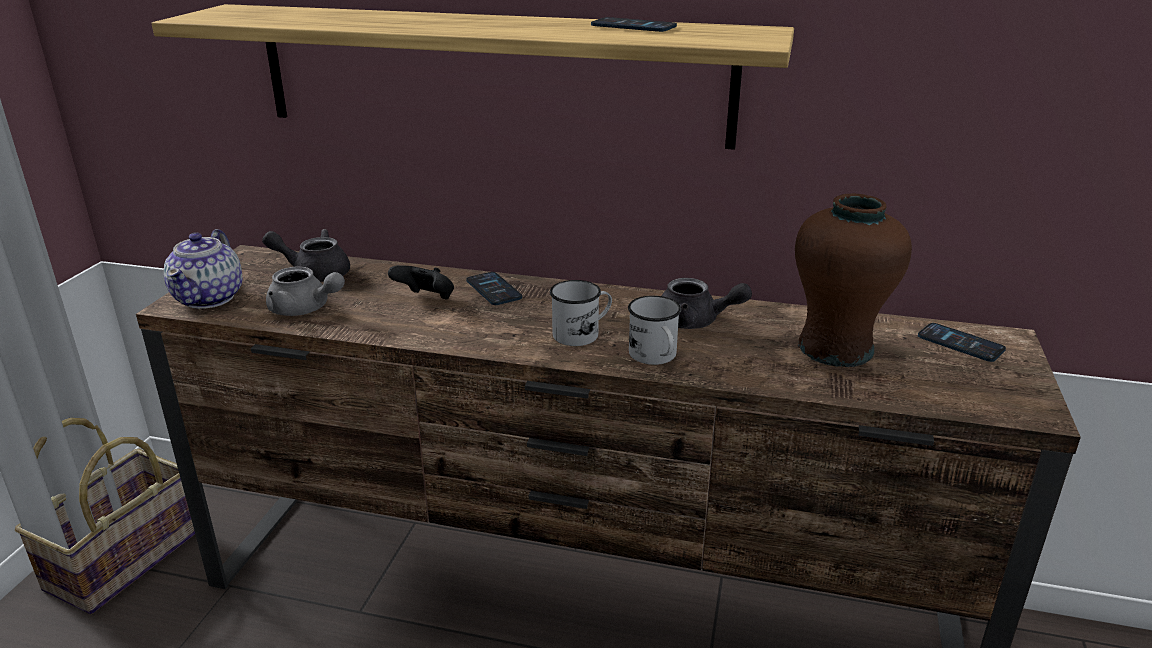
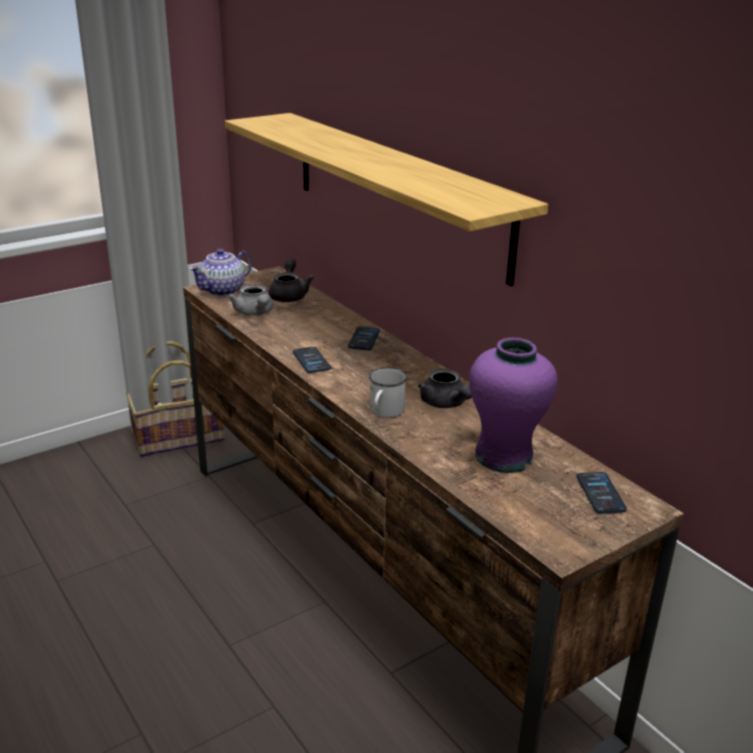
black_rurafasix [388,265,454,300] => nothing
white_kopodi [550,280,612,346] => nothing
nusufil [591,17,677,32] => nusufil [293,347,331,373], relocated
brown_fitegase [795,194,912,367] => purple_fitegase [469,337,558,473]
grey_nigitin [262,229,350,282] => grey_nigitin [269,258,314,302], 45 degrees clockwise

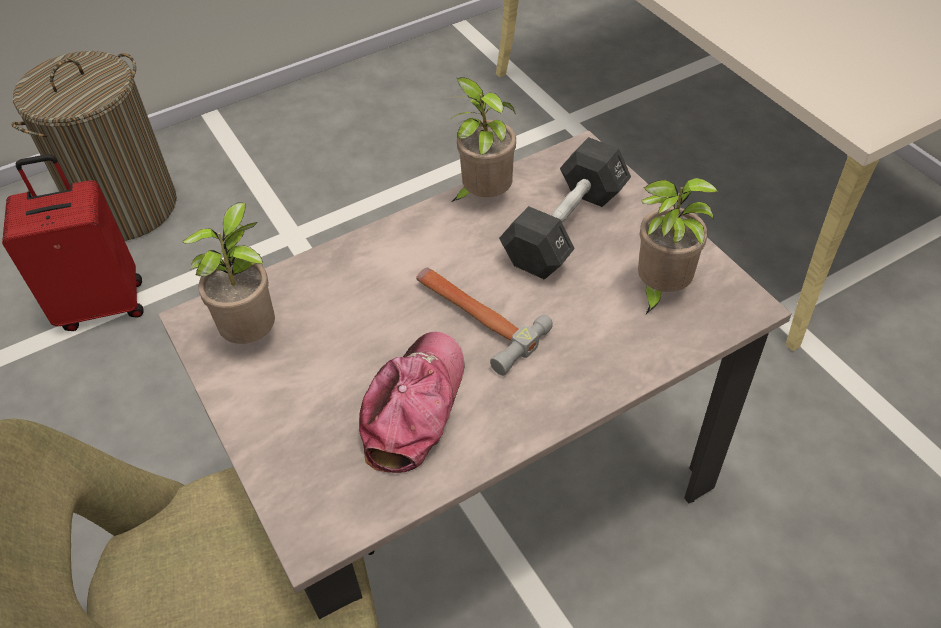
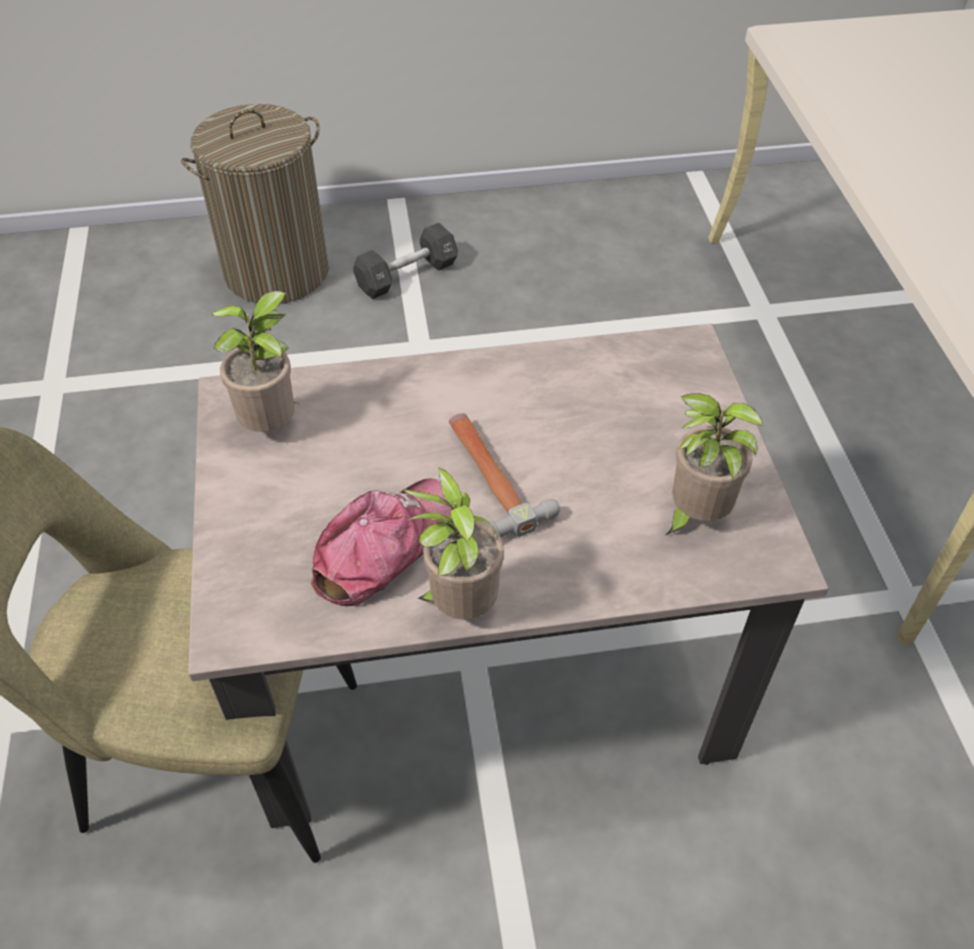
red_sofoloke [2,154,143,331] => nothing
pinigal [446,77,516,202] => pinigal [403,468,504,619], relocated
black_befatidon [499,137,631,280] => black_befatidon [353,223,458,299], relocated

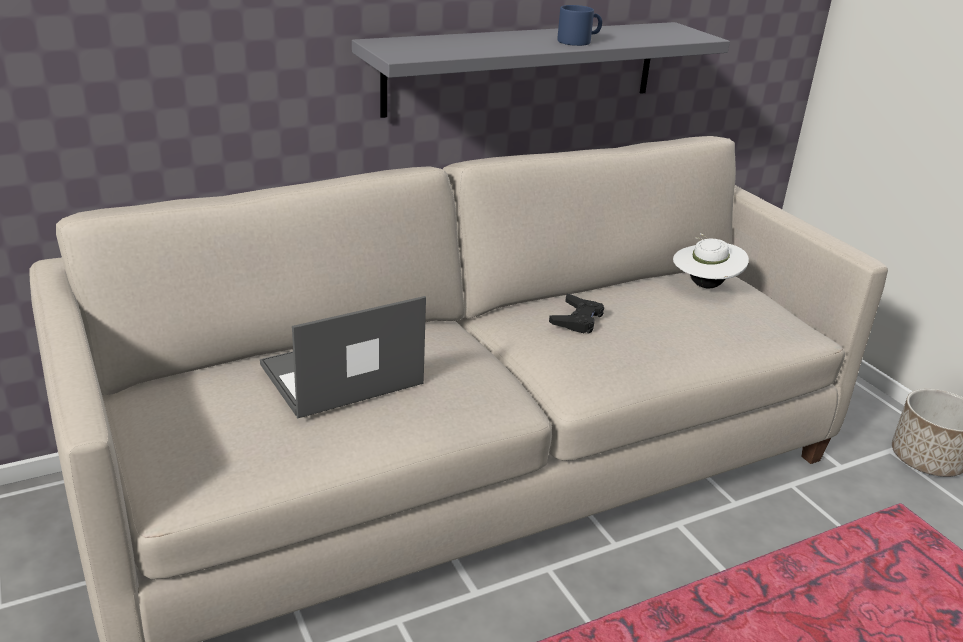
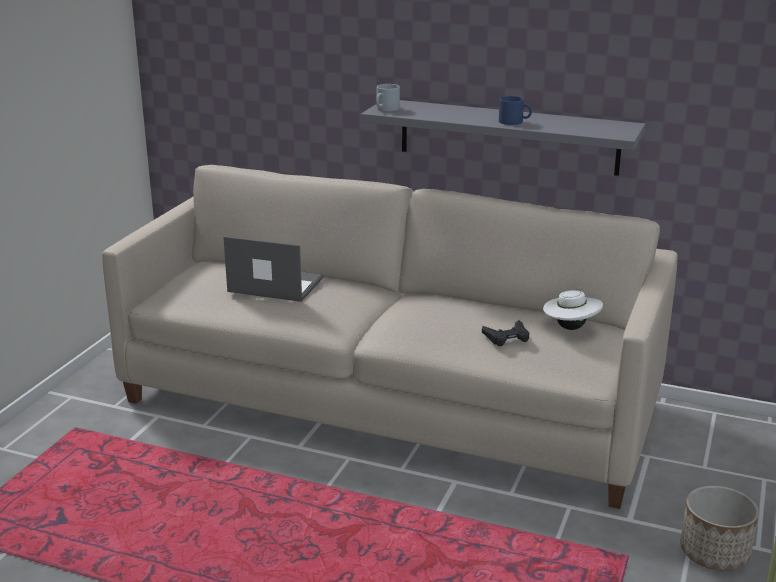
nothing => grey_kopodi [376,84,400,111]
black_rurafasix [549,294,604,334] => black_rurafasix [482,320,529,346], relocated

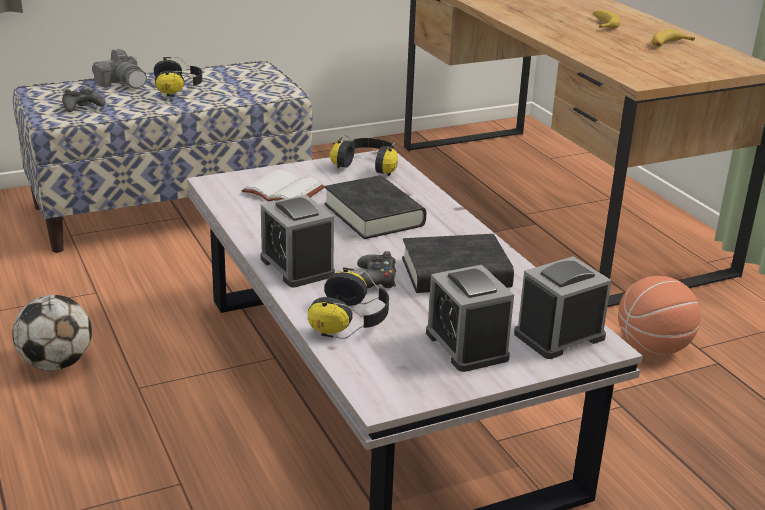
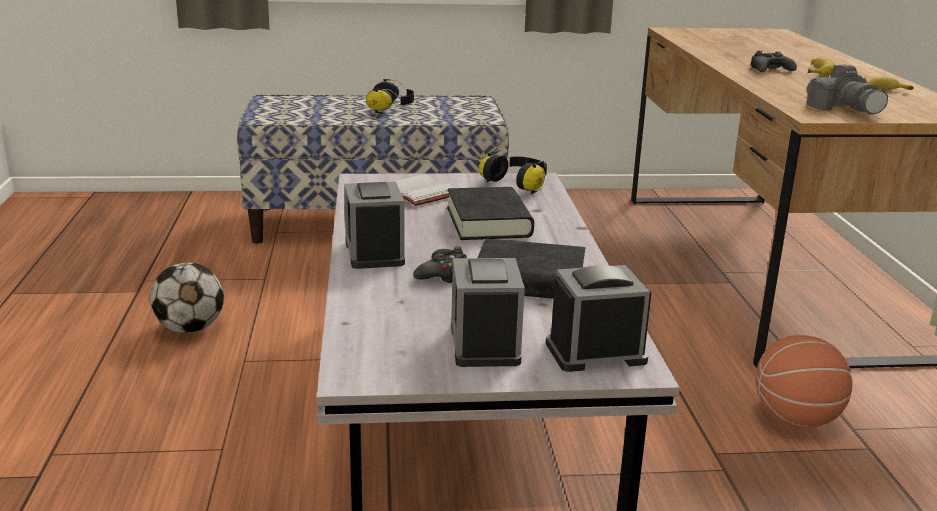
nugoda [308,267,389,339] => nothing
black_rurafasix [62,88,105,112] => black_rurafasix [751,51,797,72], relocated
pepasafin [92,49,147,88] => pepasafin [806,64,888,114], relocated

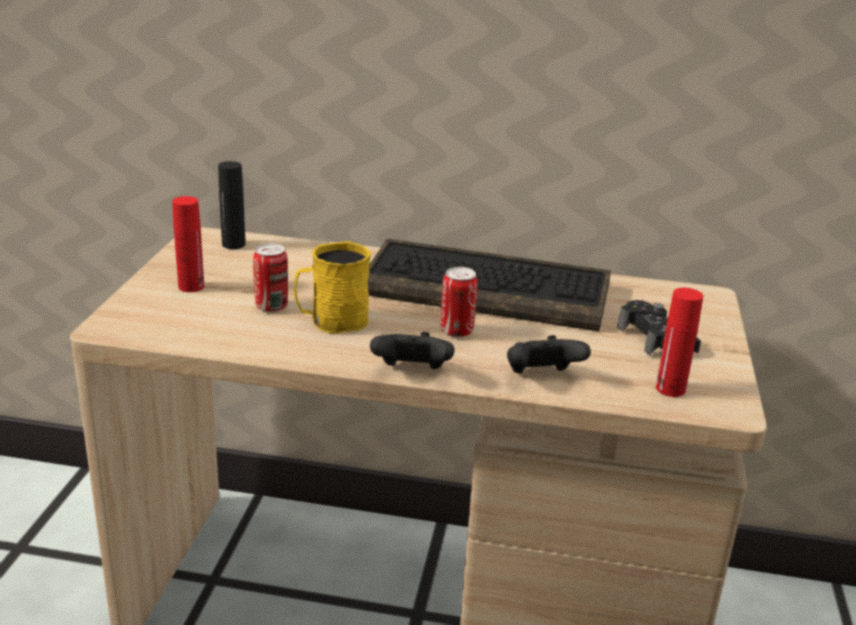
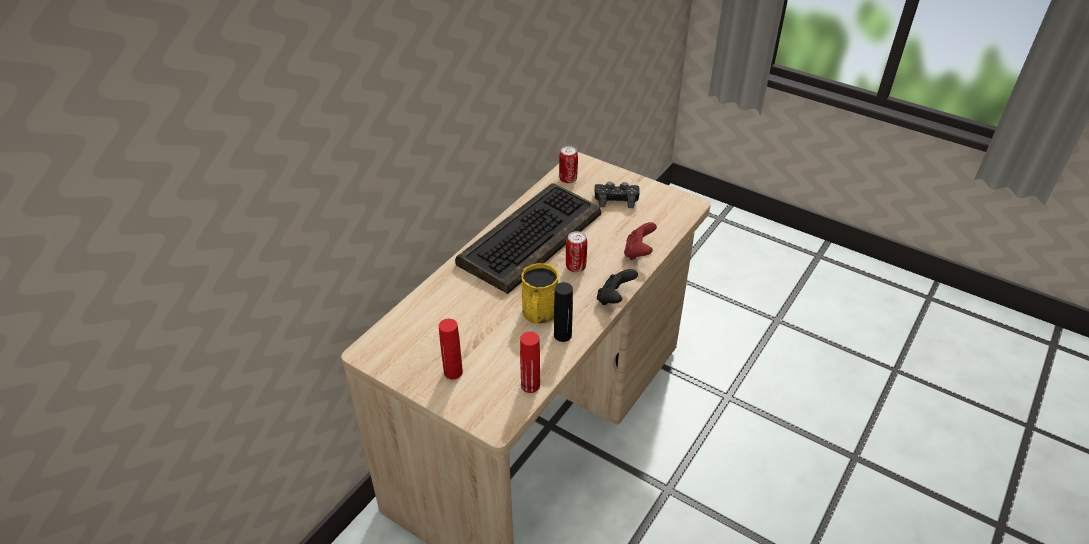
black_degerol [218,161,245,249] => black_degerol [554,282,573,342], relocated
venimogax [253,243,288,312] => venimogax [559,146,578,183], relocated
red_degerol [656,288,703,397] => red_degerol [520,332,540,393], relocated
black_rurafasix [507,335,591,373] => red_rurafasix [624,222,657,260]

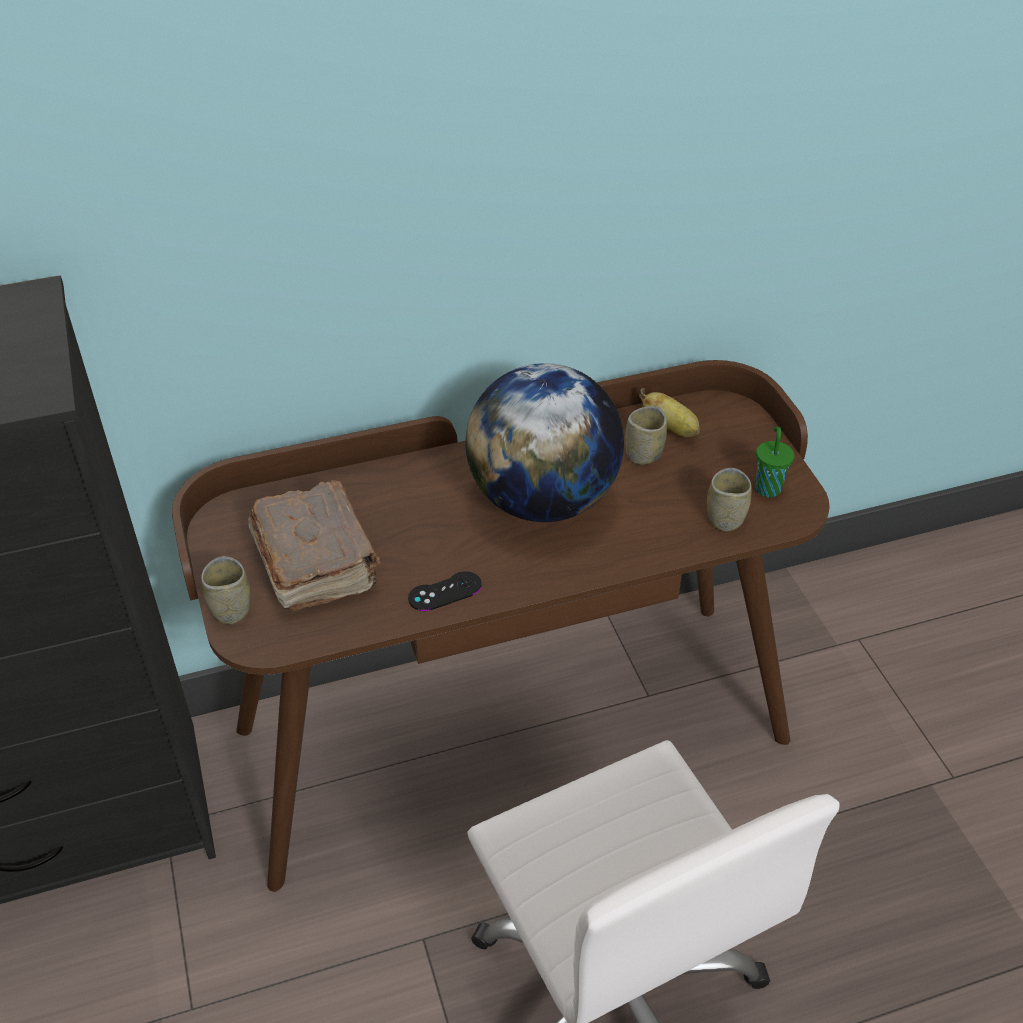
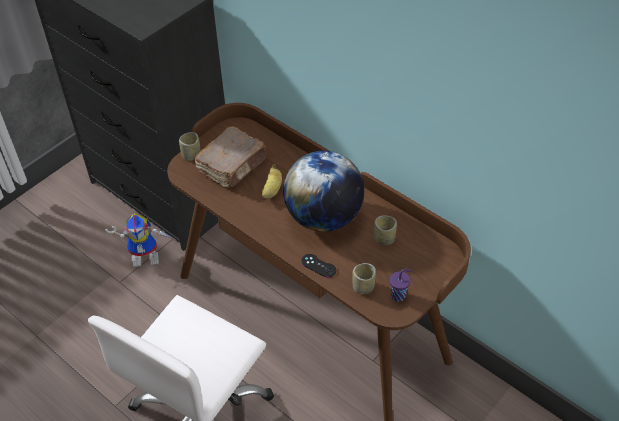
nothing => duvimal [106,213,175,267]
black_rurafasix [408,571,482,611] => black_rurafasix [301,254,336,277], relocated
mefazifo [639,388,700,437] => mefazifo [262,164,282,198], relocated
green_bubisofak [756,426,794,497] => purple_bubisofak [389,269,412,302]

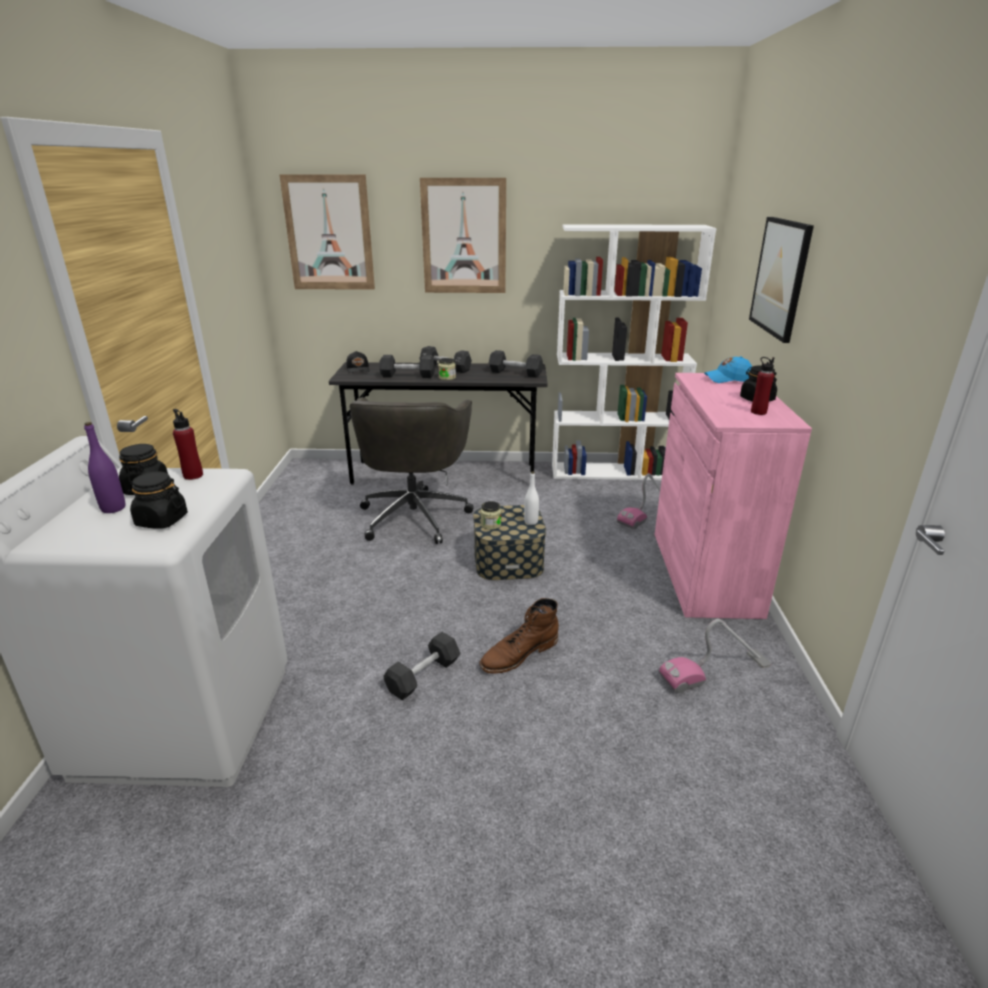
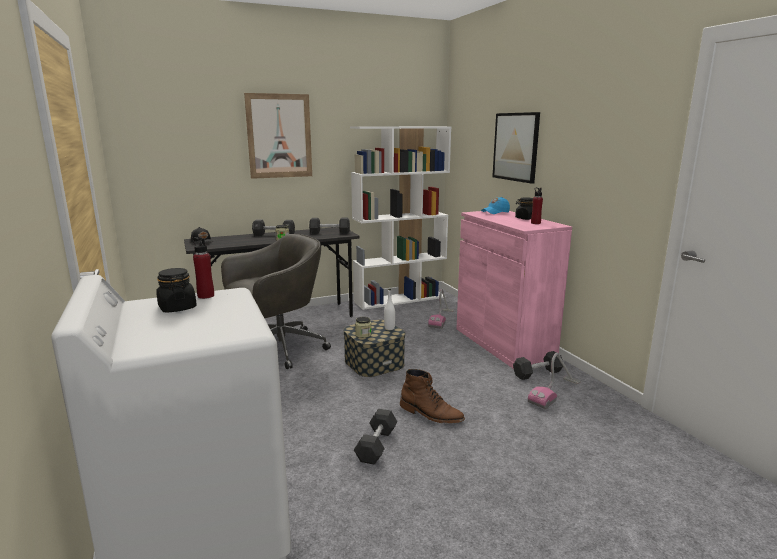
purple_degerol [84,422,125,513] => nothing
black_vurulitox [127,472,188,529] => nothing
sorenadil [279,174,375,290] => nothing
black_befatidon [379,355,435,378] => black_befatidon [513,351,563,380], relocated
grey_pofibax [350,397,474,544] => grey_pofibax [221,234,331,369], 105 degrees counterclockwise
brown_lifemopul [479,598,559,674] => brown_lifemopul [400,369,465,424], 90 degrees counterclockwise

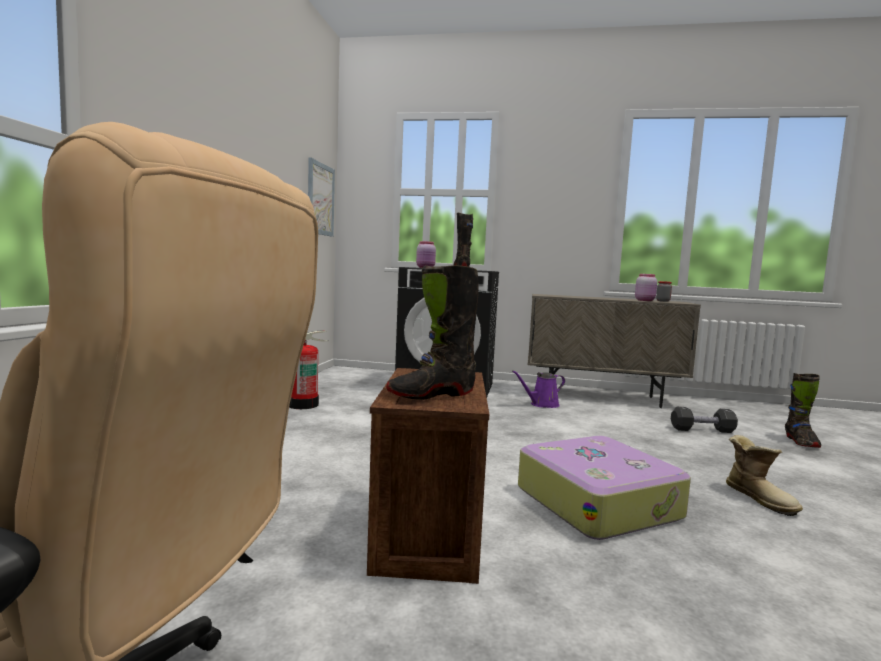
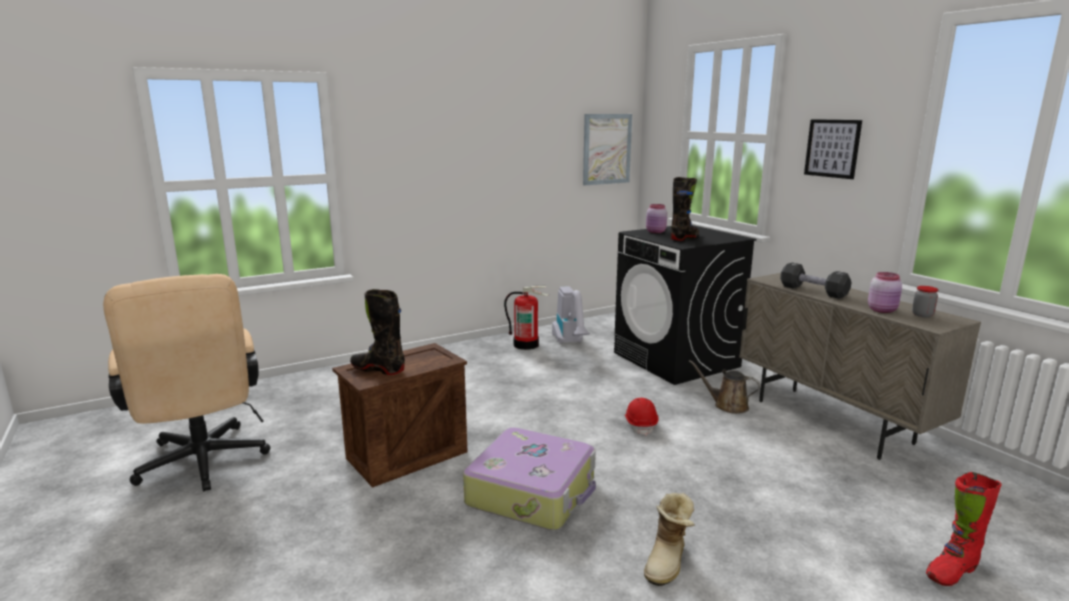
nothing => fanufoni [552,286,590,344]
nothing => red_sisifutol [625,398,659,436]
nothing => sorenadil [804,119,862,179]
black_befatidon [671,407,738,433] => black_befatidon [780,263,852,299], relocated
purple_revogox [512,370,565,408] => brown_revogox [689,360,760,414]
black_lifemopul [785,373,821,448] => red_lifemopul [926,472,1002,586]

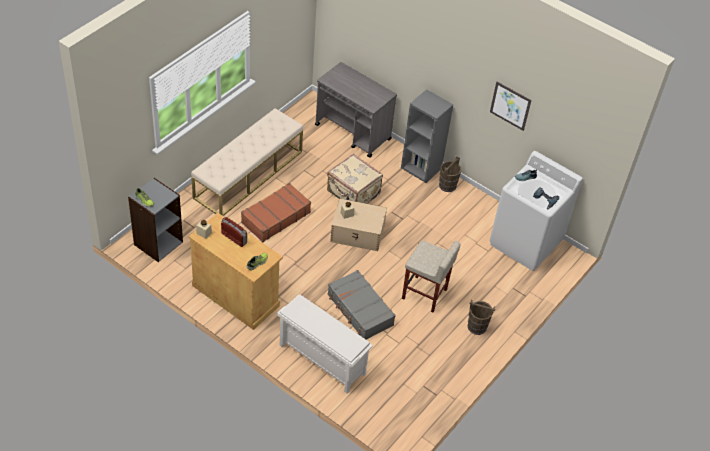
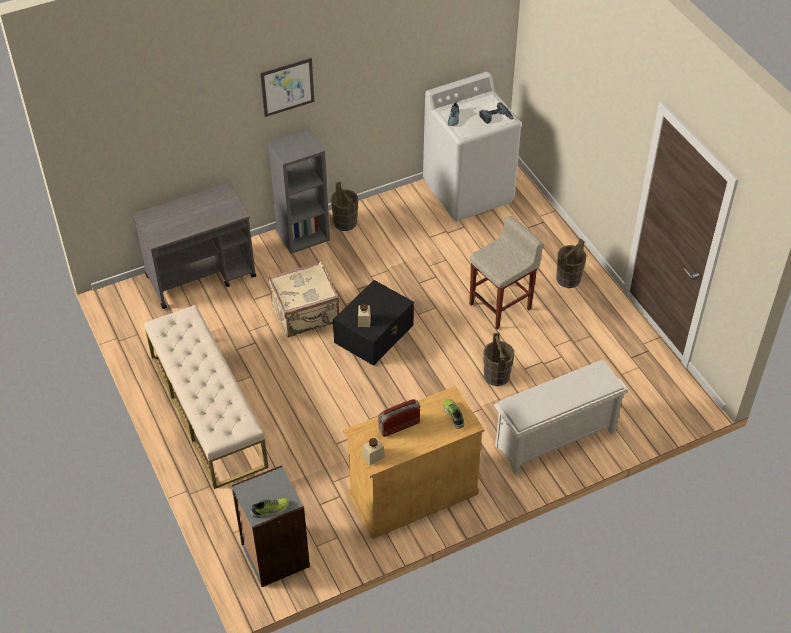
brown_sofoloke [241,183,311,242] => nothing
sorenadil [490,82,532,131] => sorenadil [260,58,315,117], relocated
grey_sofoloke [328,270,396,340] => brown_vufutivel [483,332,514,386]
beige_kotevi [330,198,387,251] => black_kotevi [333,280,414,366]

